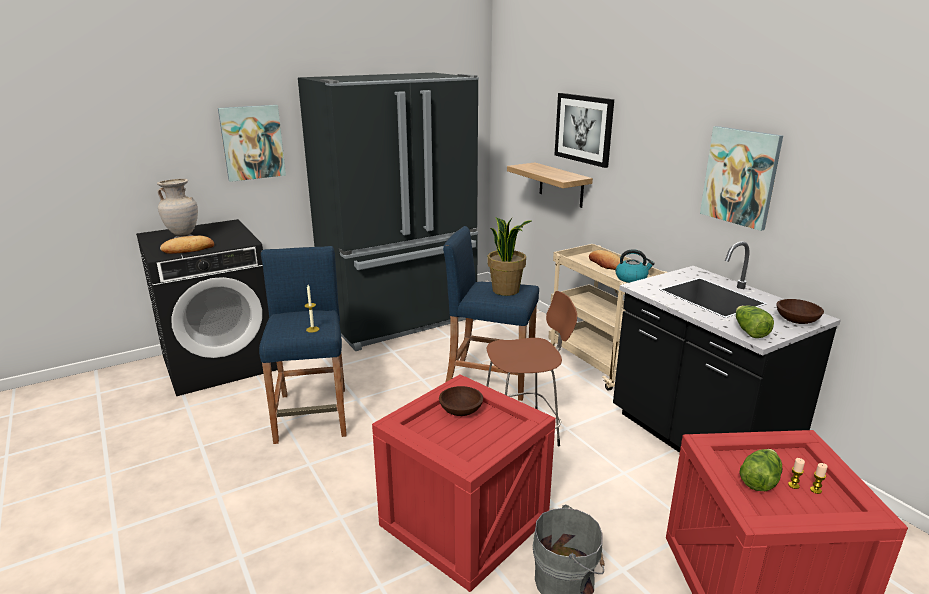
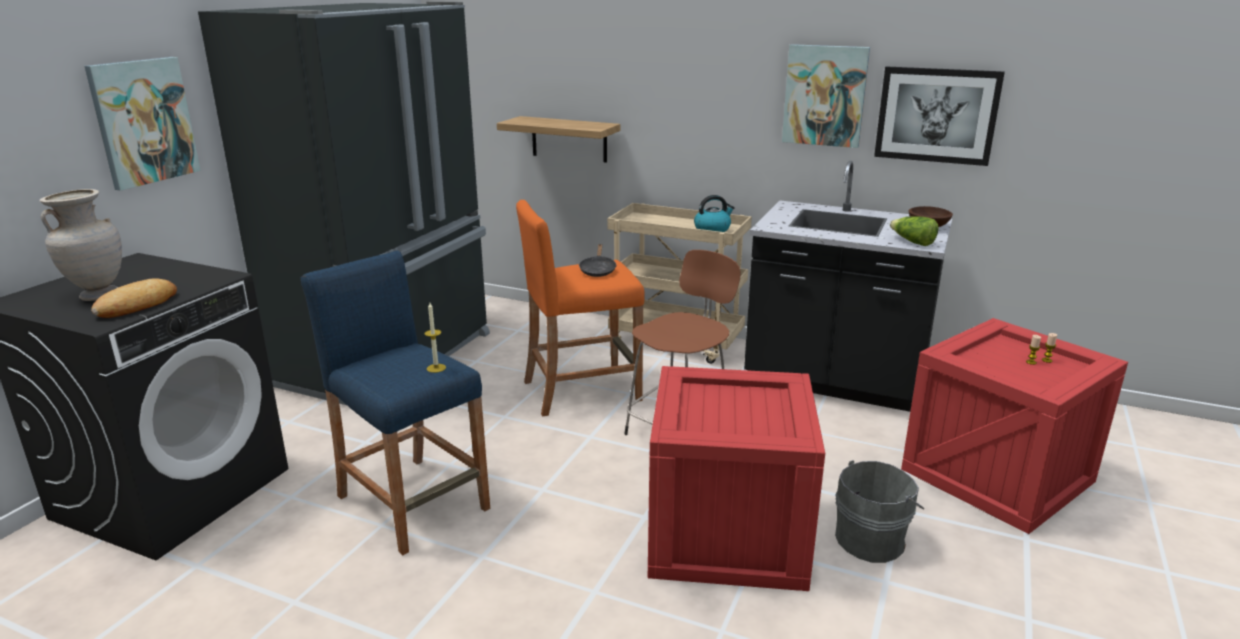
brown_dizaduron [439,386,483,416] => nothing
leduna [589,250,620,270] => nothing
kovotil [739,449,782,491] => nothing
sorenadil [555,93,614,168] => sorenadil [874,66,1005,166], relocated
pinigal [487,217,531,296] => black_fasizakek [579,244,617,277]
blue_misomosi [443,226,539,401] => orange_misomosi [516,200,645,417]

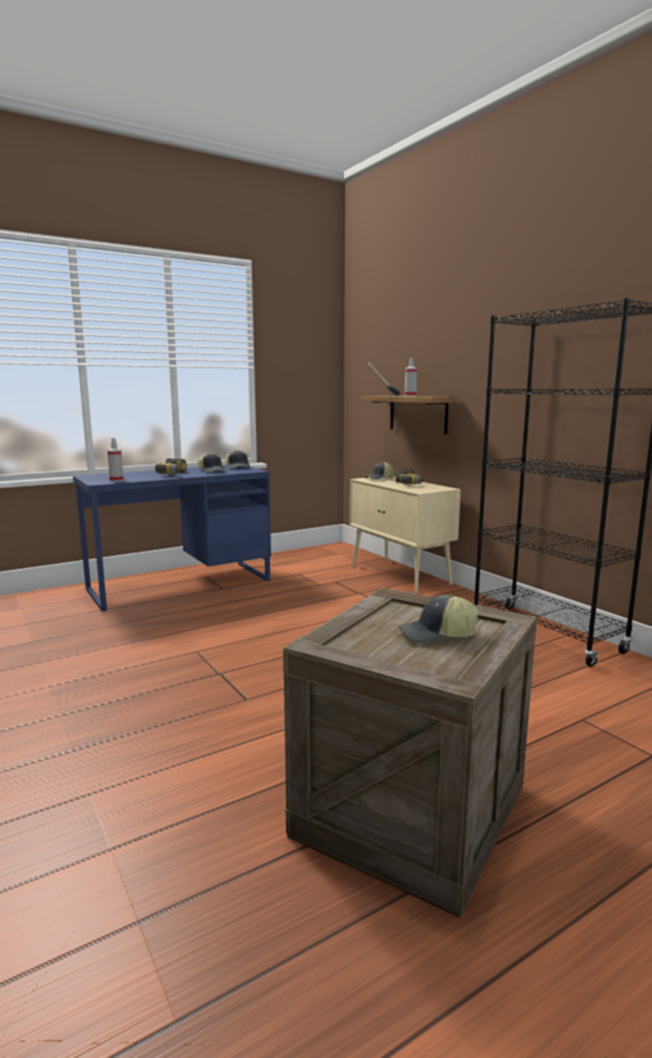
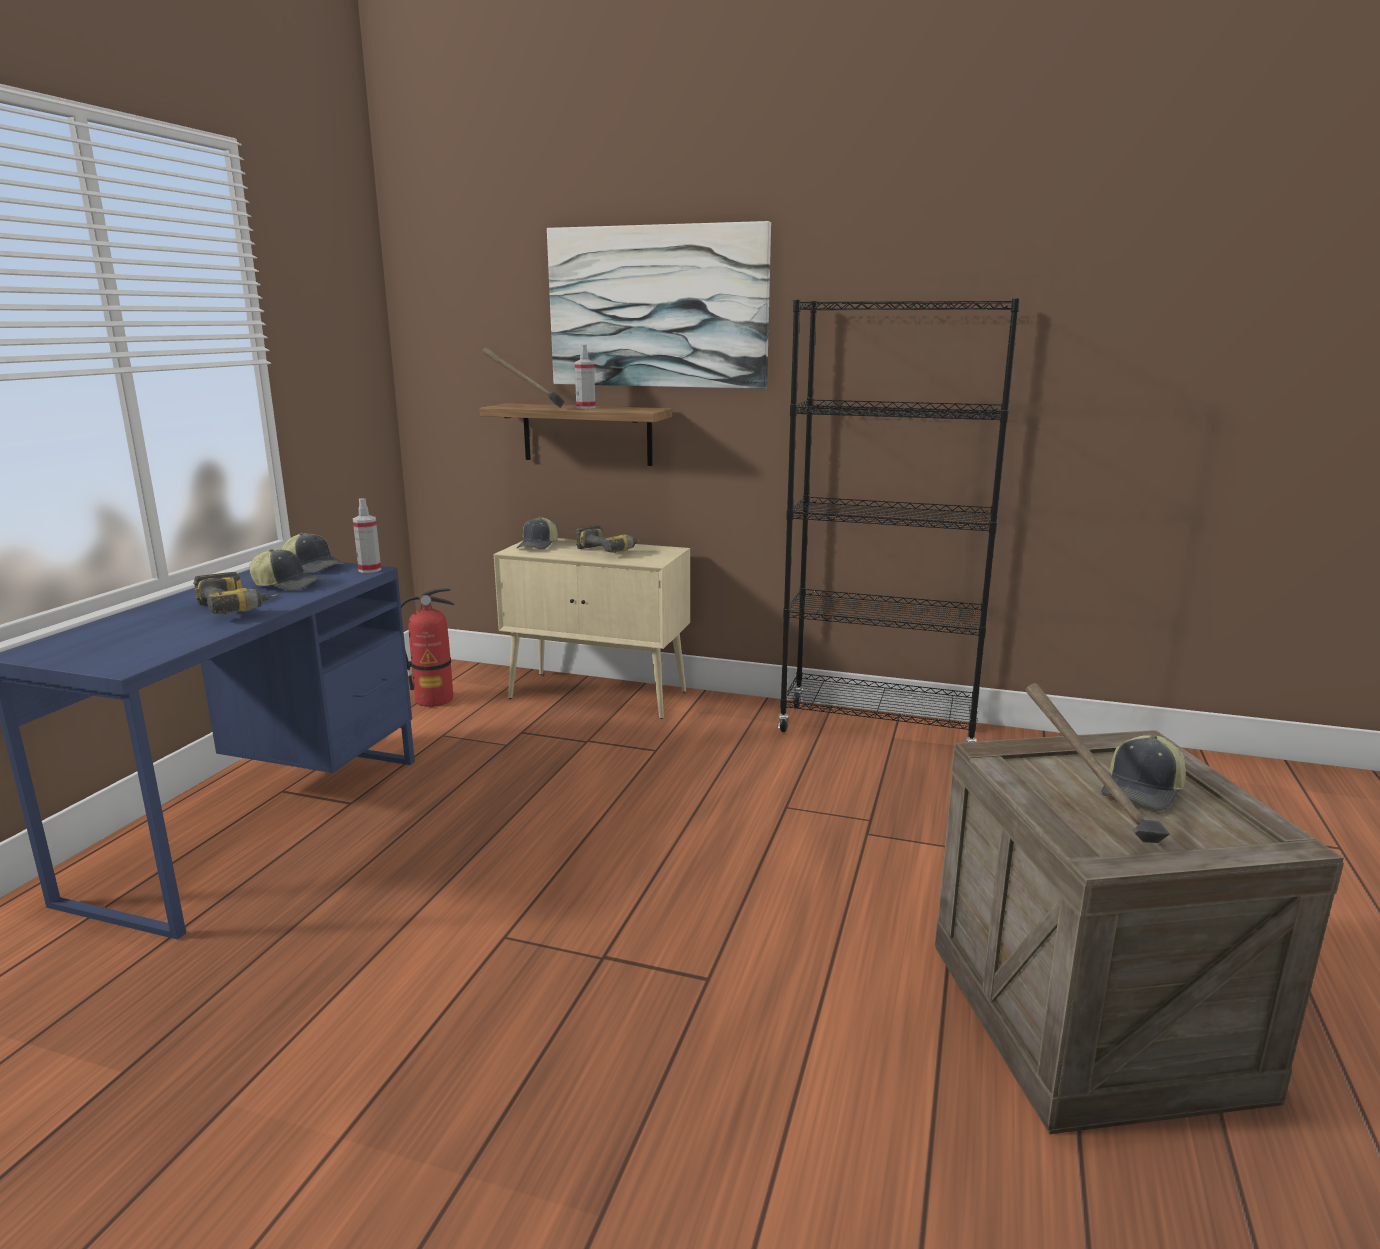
nothing => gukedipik [401,588,454,707]
nothing => sorenadil [547,221,771,389]
nothing => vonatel [1026,683,1170,843]
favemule [107,438,124,482] => favemule [353,498,381,573], relocated

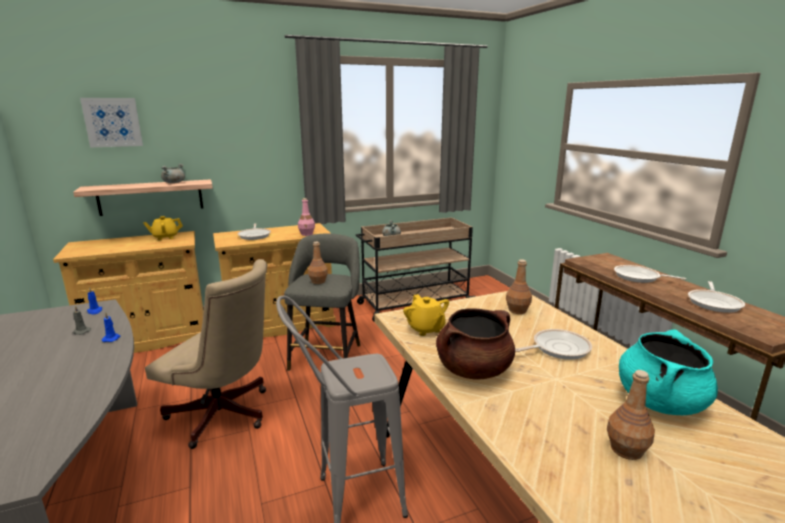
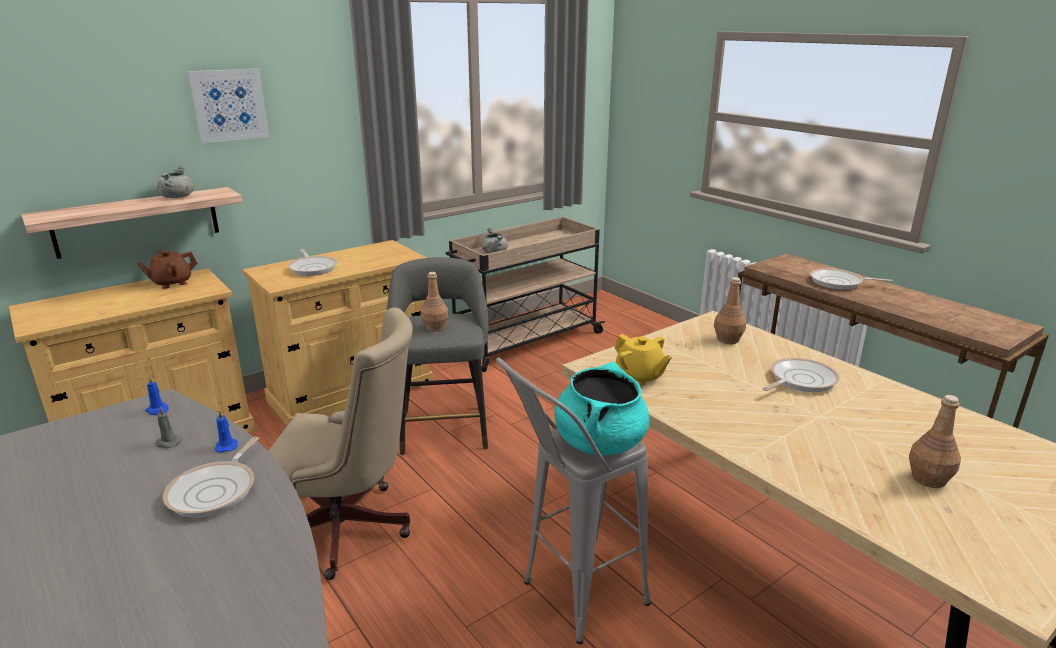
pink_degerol [298,198,315,236] => nothing
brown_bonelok [436,308,515,379] => nothing
sorenadil [80,98,143,147] => sorenadil [187,68,269,143], relocated
turquoise_bonelok [619,330,718,415] => turquoise_bonelok [555,362,649,456], relocated
fasizakek [688,281,745,313] => fasizakek [163,437,259,518], relocated
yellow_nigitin [143,216,183,240] => brown_nigitin [136,250,198,289]

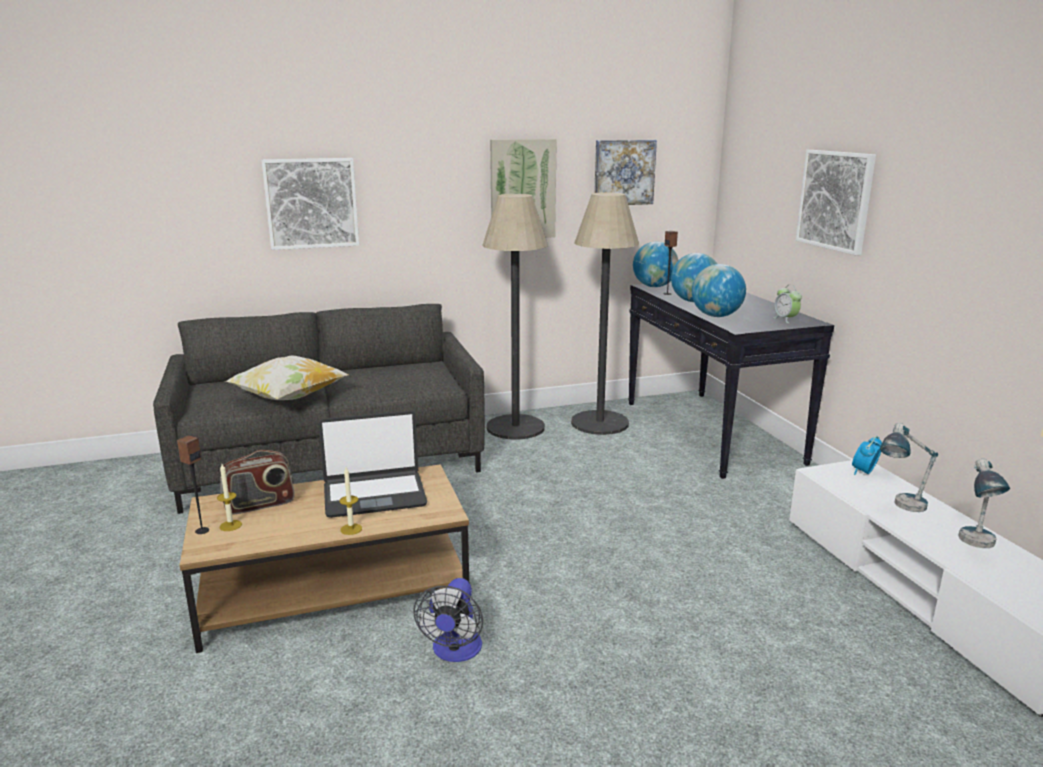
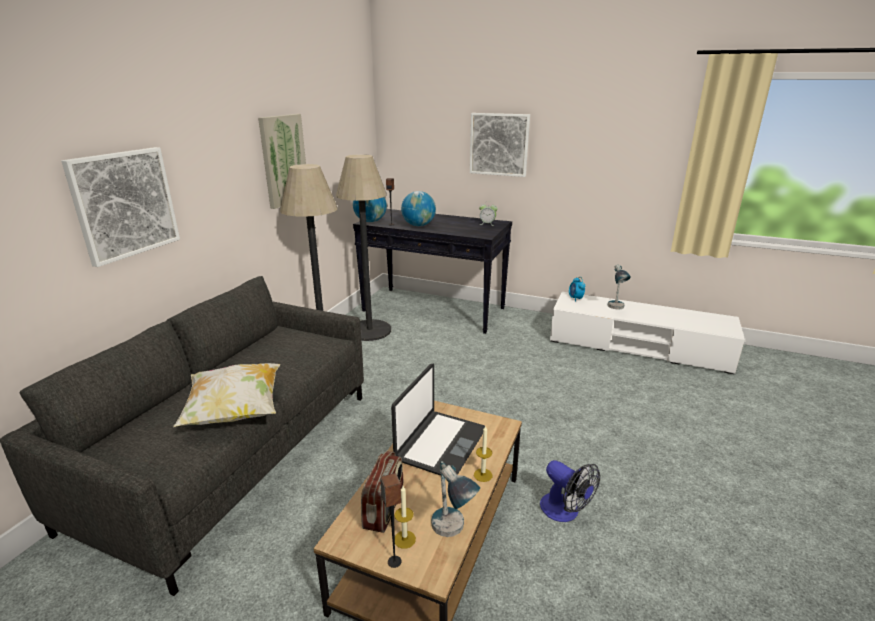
sorenadil [594,140,657,205] => nothing
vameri [692,264,746,317] => nothing
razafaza [958,459,1010,548] => razafaza [431,461,480,537], relocated

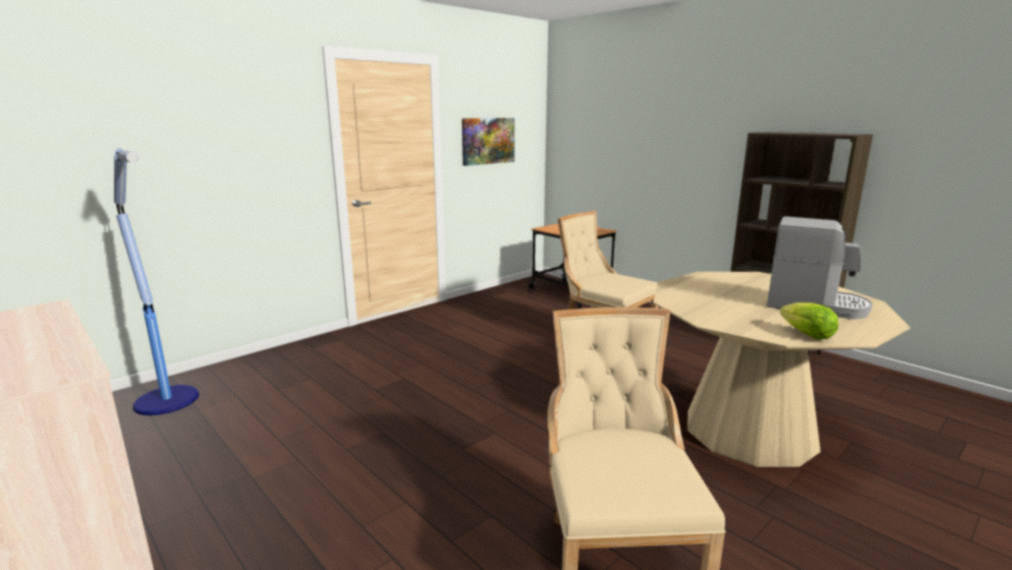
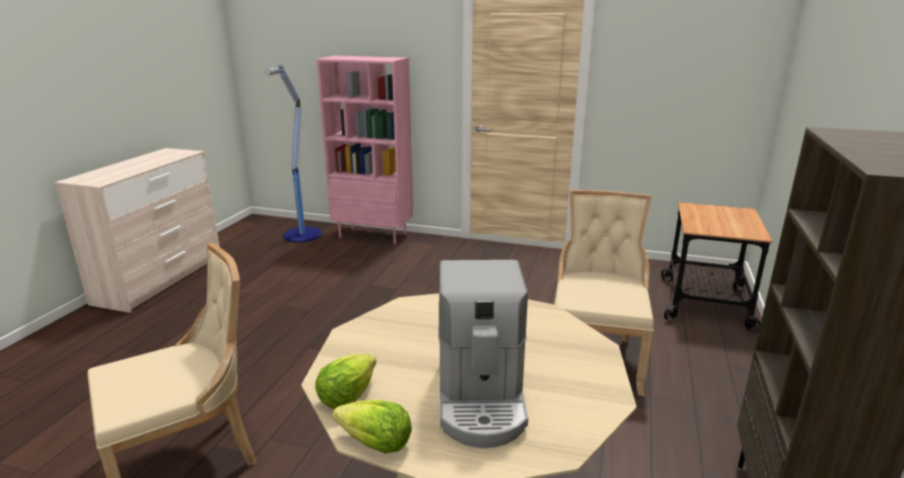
sorenadil [462,118,515,166] => nothing
nothing => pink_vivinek [317,56,413,244]
nothing => kovotil [333,400,412,454]

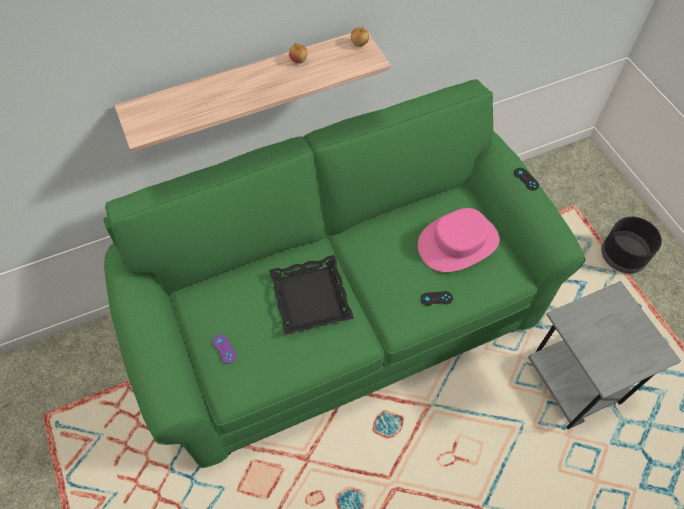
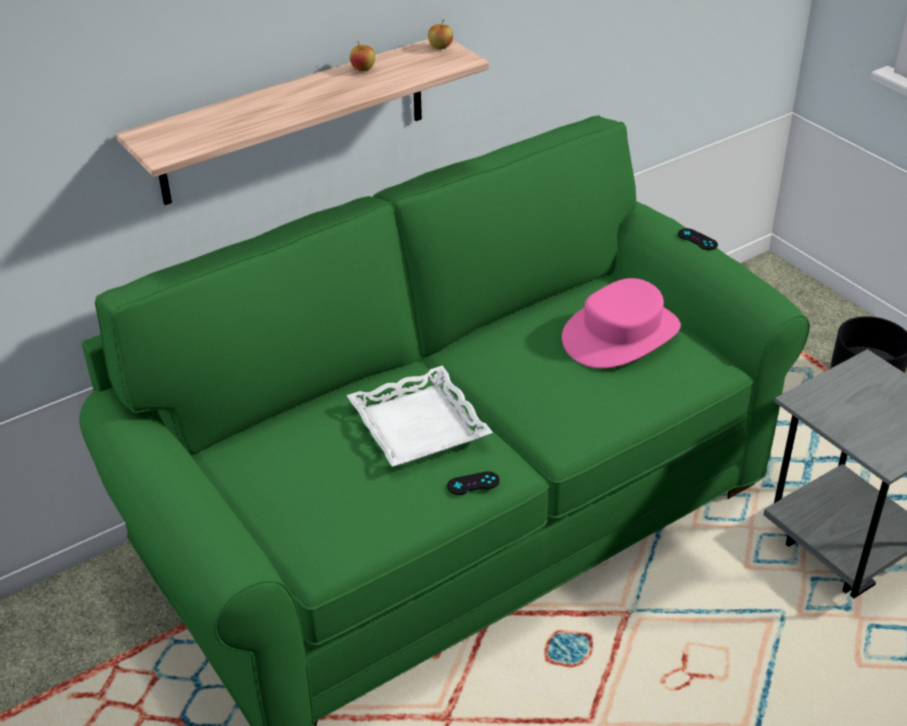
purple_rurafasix [213,335,236,364] => nothing
black_rurafasix [421,291,453,306] => black_rurafasix [447,471,500,495], relocated
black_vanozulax [269,255,354,335] => white_vanozulax [347,366,493,467]

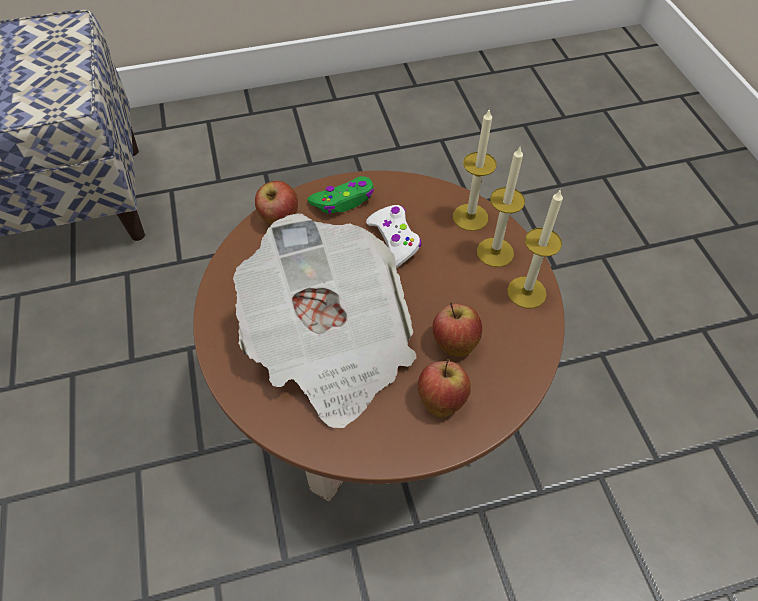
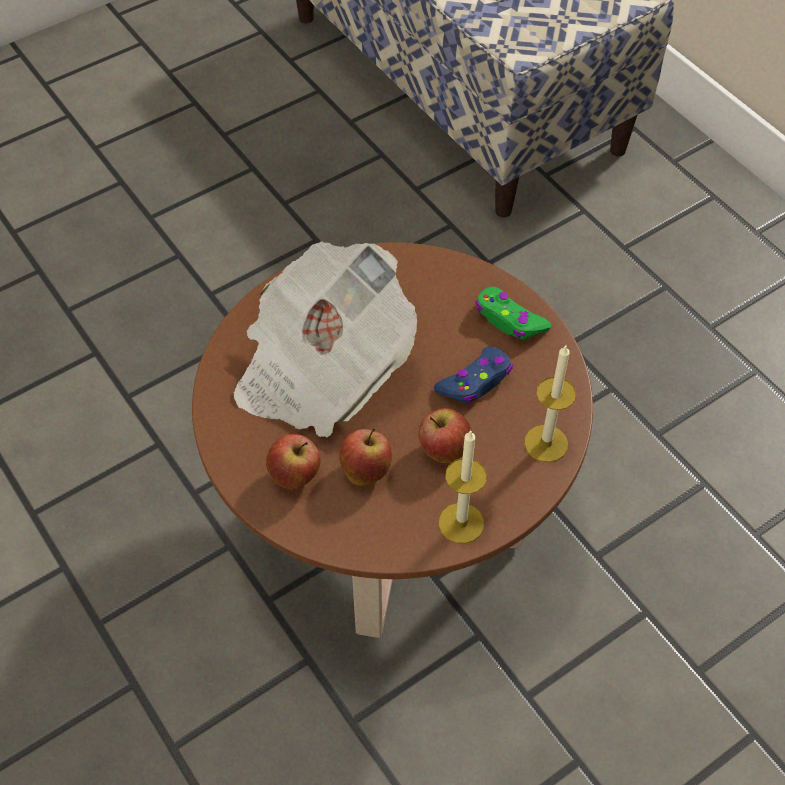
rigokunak [477,145,525,267] => nothing
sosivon [255,181,298,224] => sosivon [418,408,472,463], relocated
white_rurafasix [366,205,421,268] => blue_rurafasix [434,347,513,403]

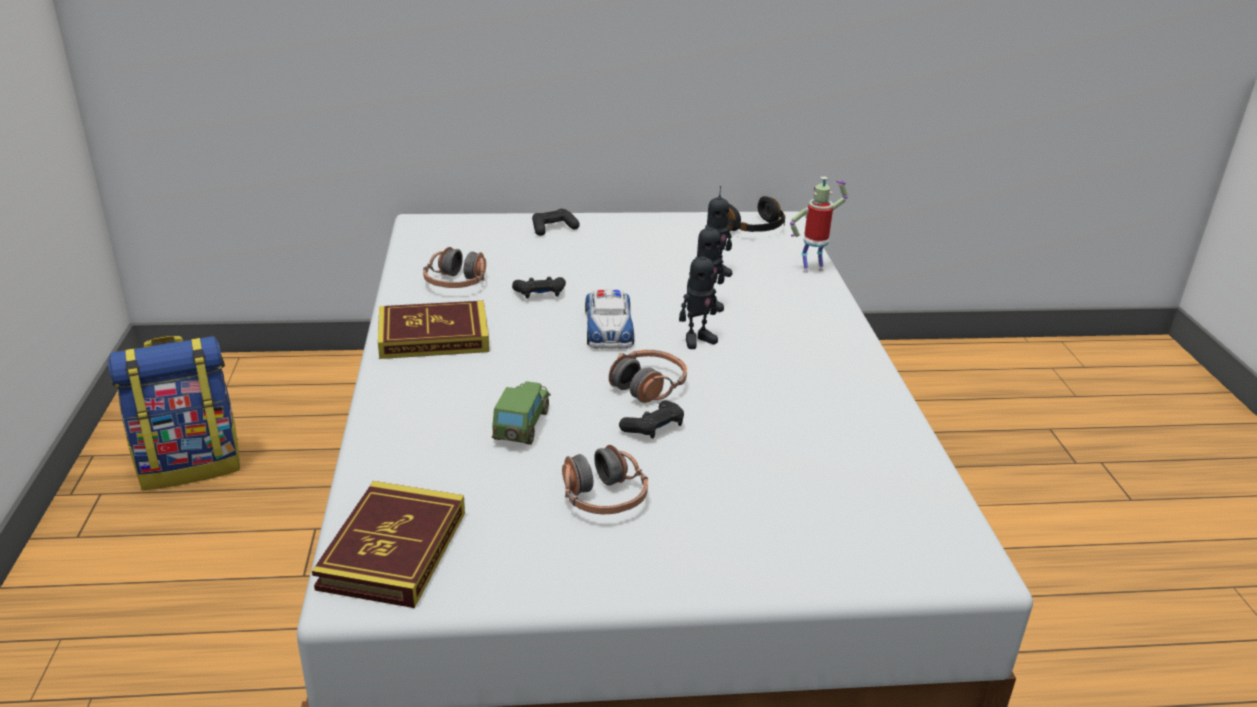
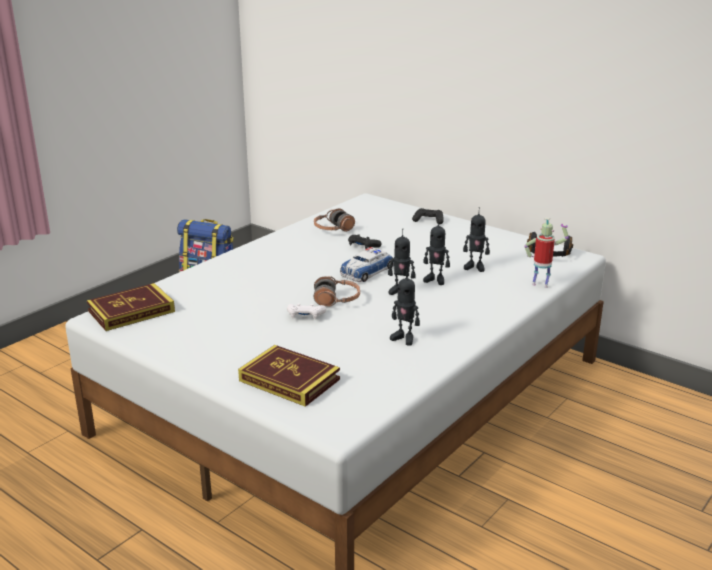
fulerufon [492,381,551,445] => nothing
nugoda [562,445,648,514] => nothing
nothing => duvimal [390,270,420,346]
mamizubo [378,301,489,359] => mamizubo [238,345,340,407], relocated
black_rurafasix [619,400,684,439] => white_rurafasix [287,303,326,319]

